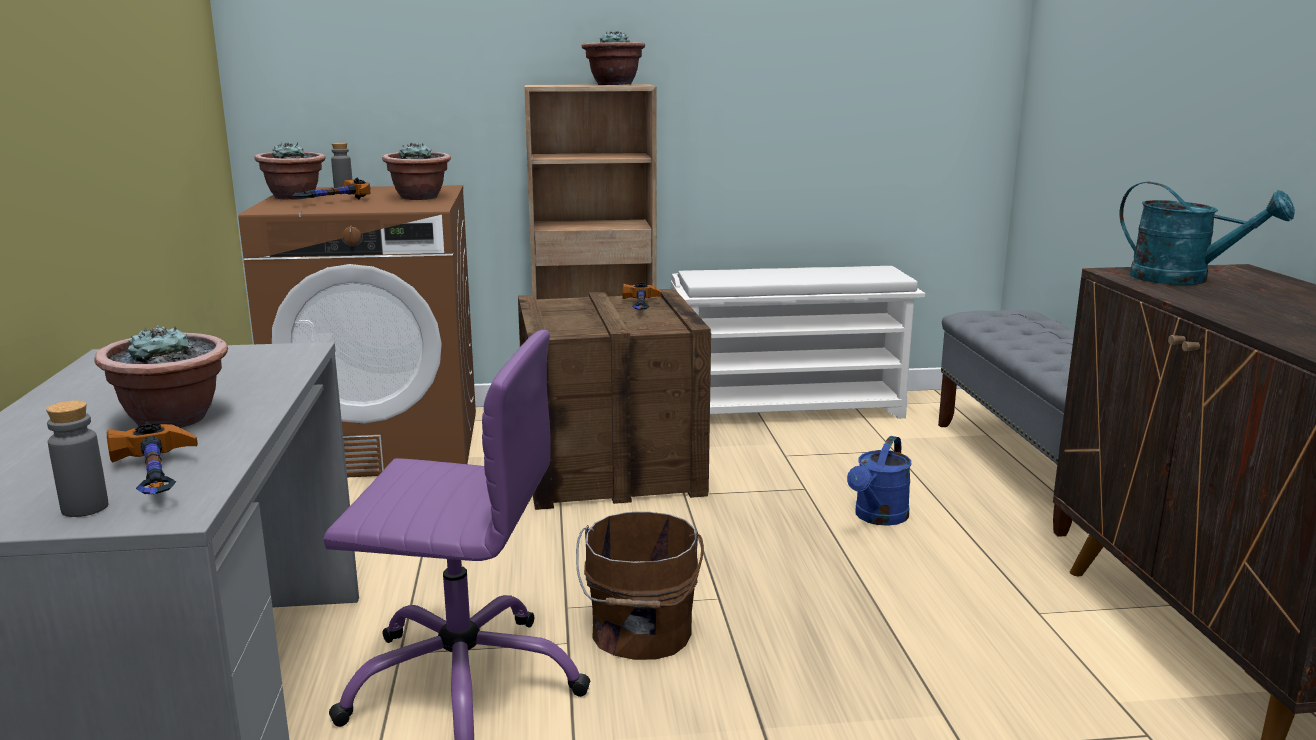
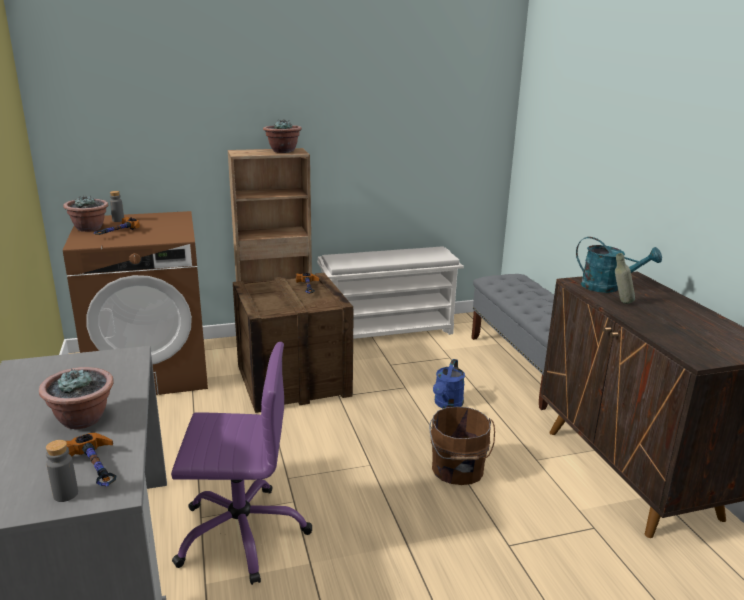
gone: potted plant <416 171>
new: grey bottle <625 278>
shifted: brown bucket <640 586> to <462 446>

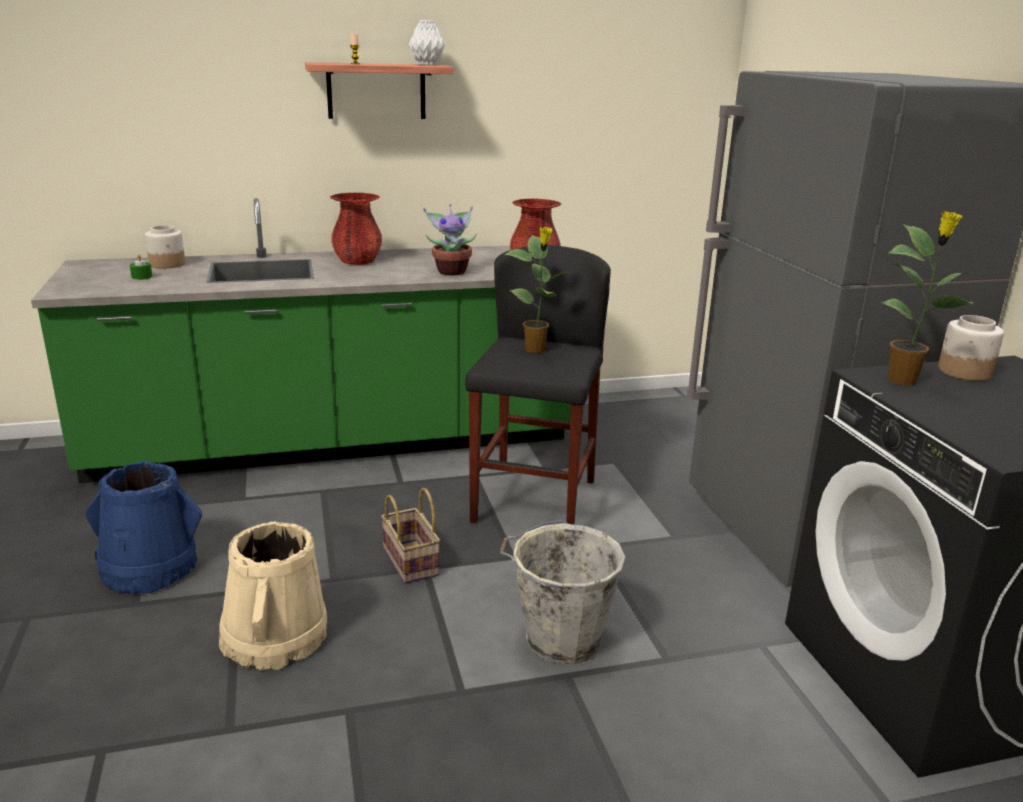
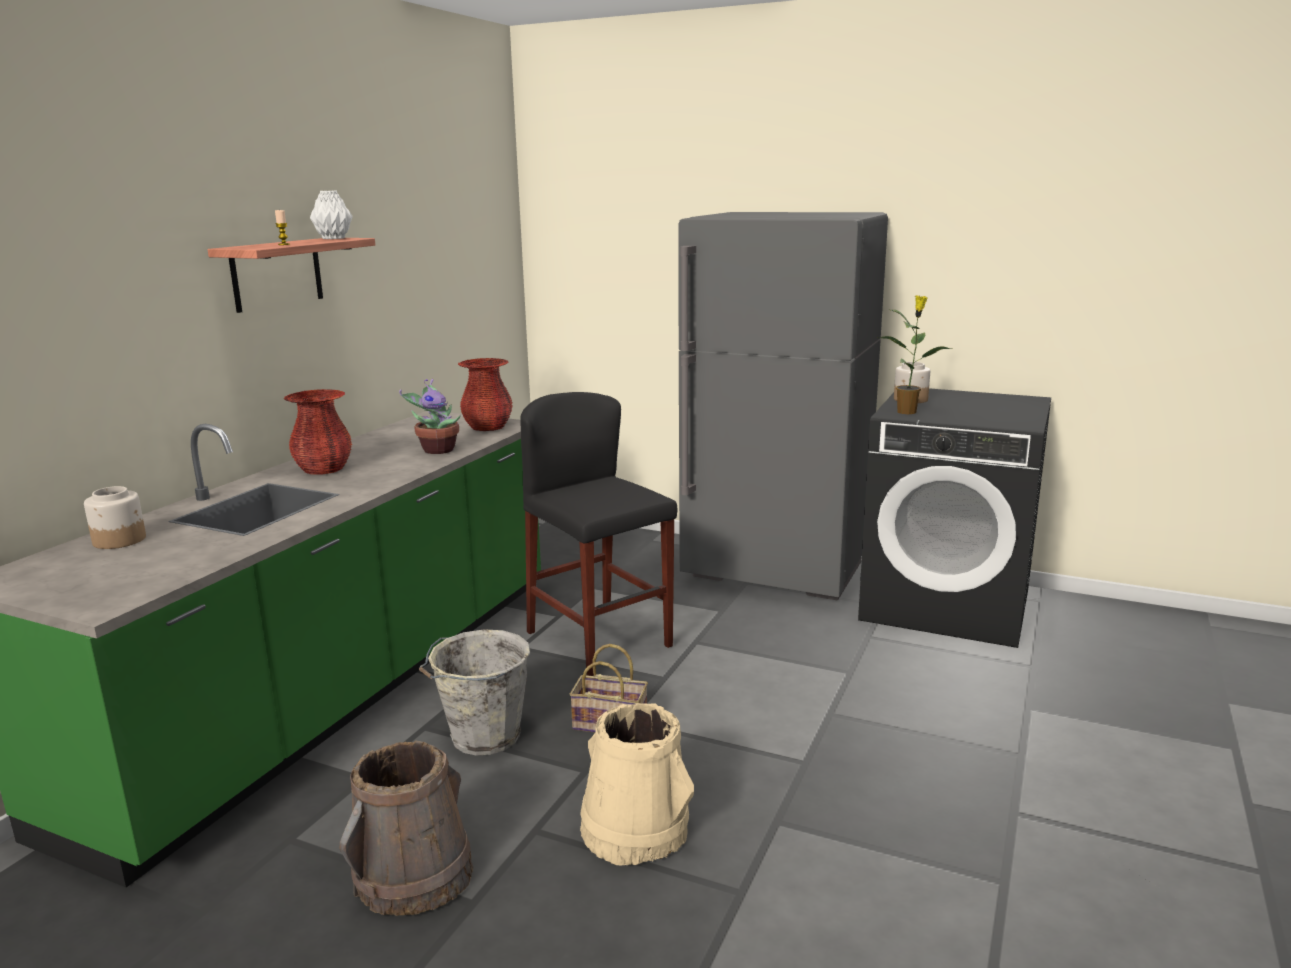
gone: green candle <141 267>; potted plant <536 290>
shifted: grey bucket <562 592> to <474 692>
repainted: blue bucket <144 527> to brown bucket <406 828>

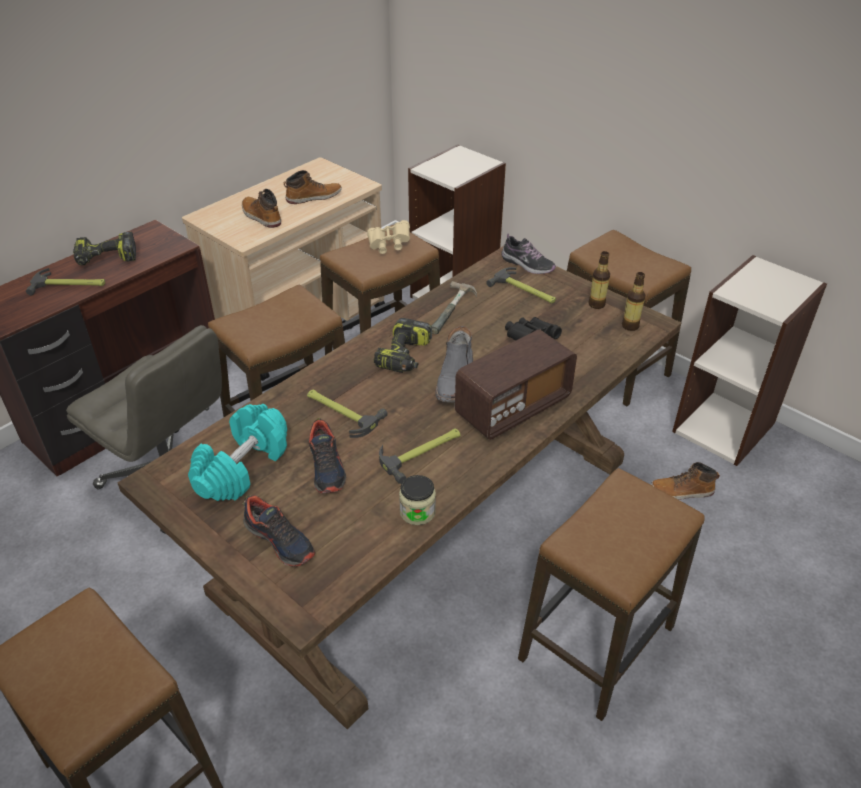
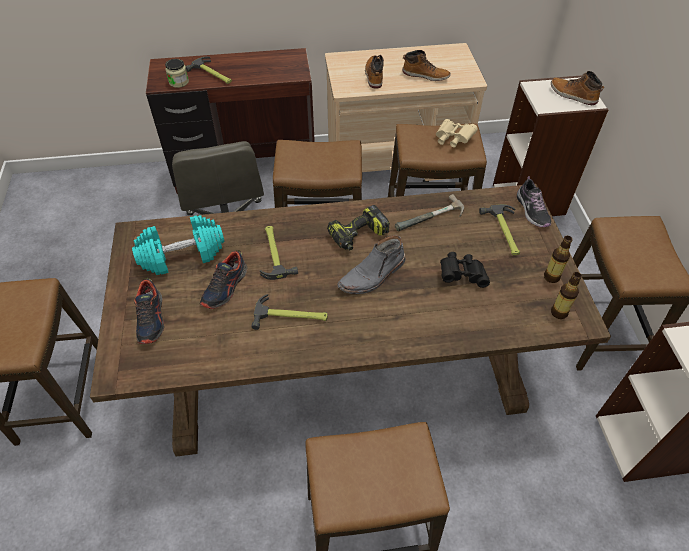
gone: power drill <104 248>; radio <516 384>
shifted: jar <417 500> to <177 73>; boot <685 481> to <577 88>

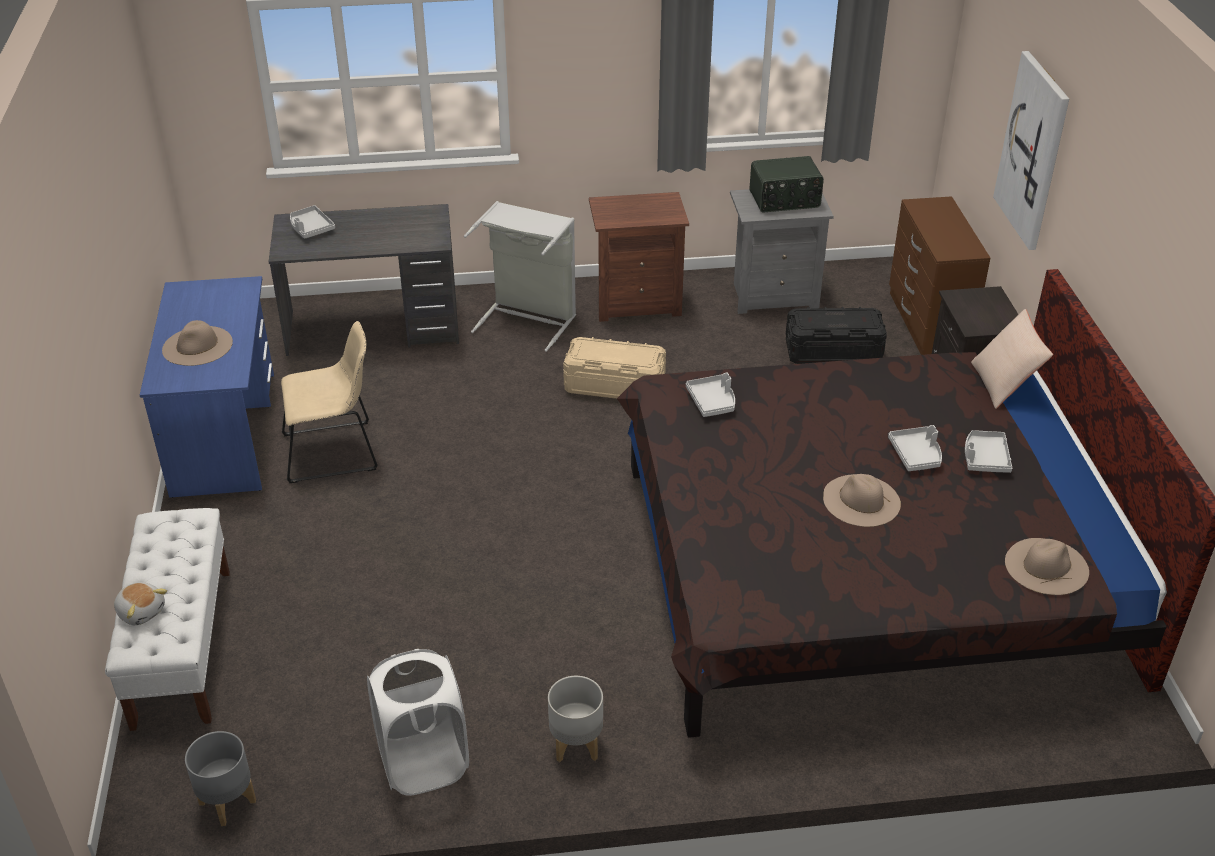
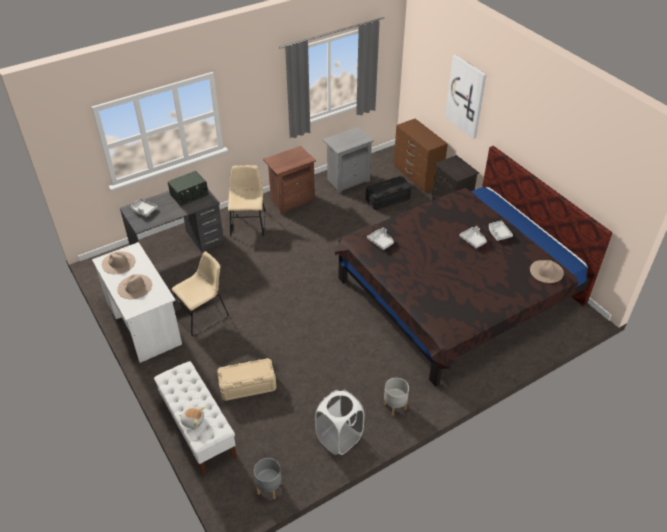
gone: beige pillow <1012 359>
shifted: beige storage box <614 368> to <246 379>; radio <786 184> to <188 188>; beige hat <862 500> to <118 262>
swapped: grey laundry basket <520 276> to beige chair <246 201>
repainted: blue desk <207 387> to white desk <137 302>

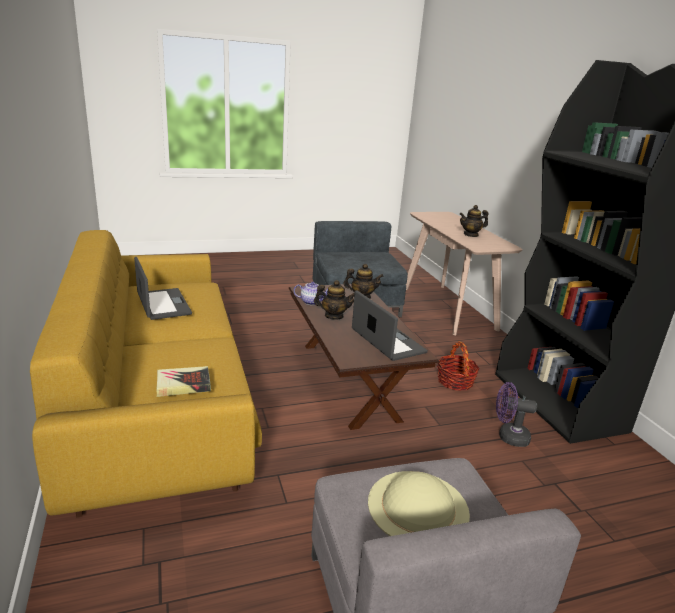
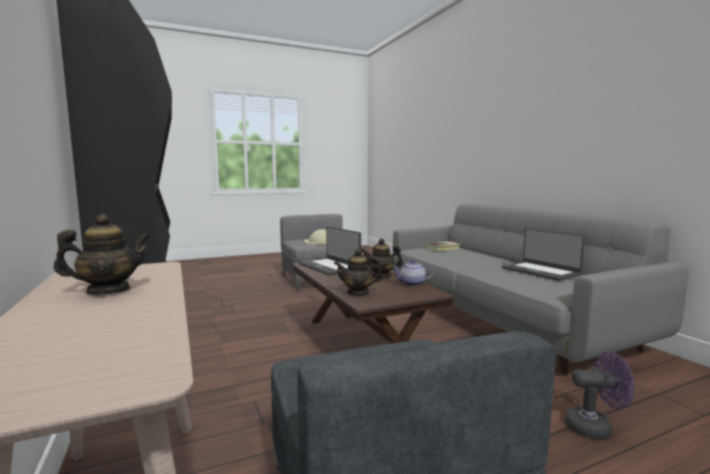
gone: basket <458 366>
shifted: purple fan <516 414> to <600 395>
repainted: yellow sofa <146 374> to grey sofa <540 289>

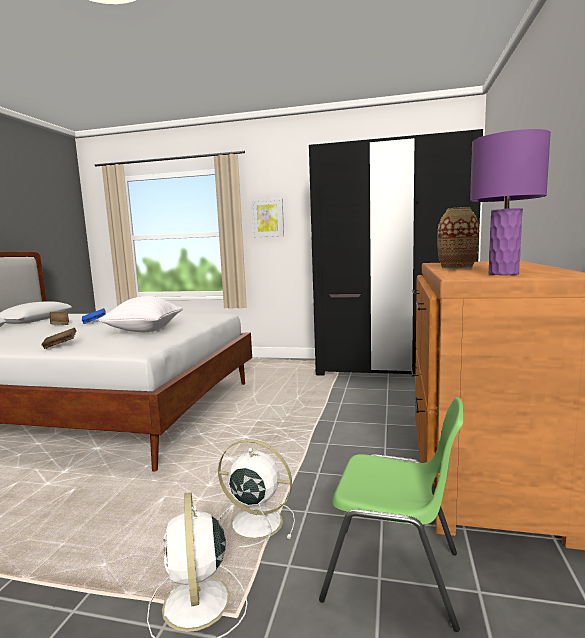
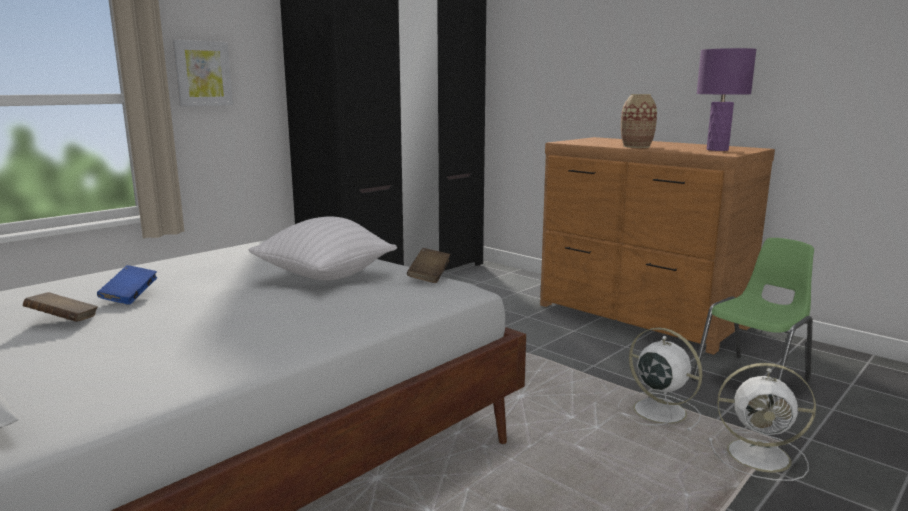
shifted: brown book <58 338> to <429 265>
rotated: white fan <256 493> = <660 379> 90 degrees clockwise

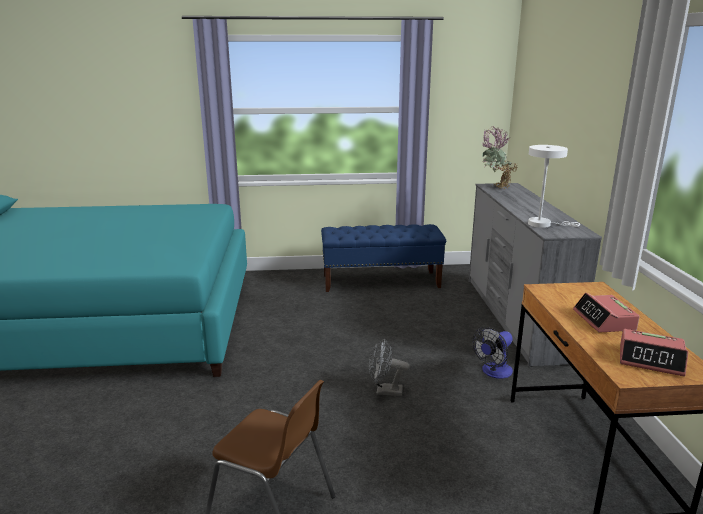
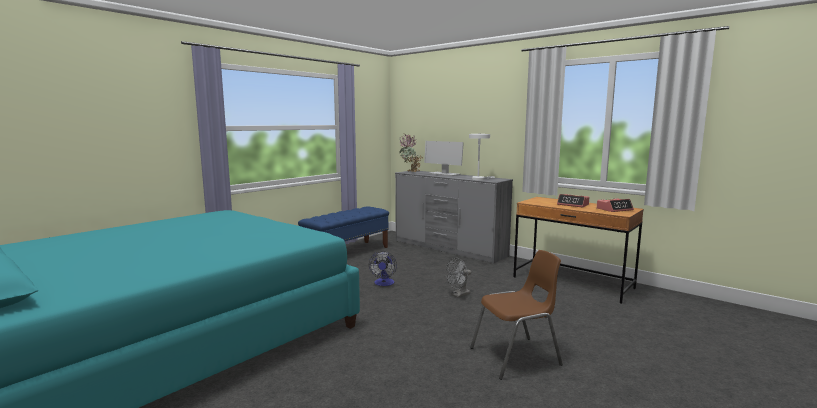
new: monitor <444 158>
shifted: fan <492 353> to <383 268>

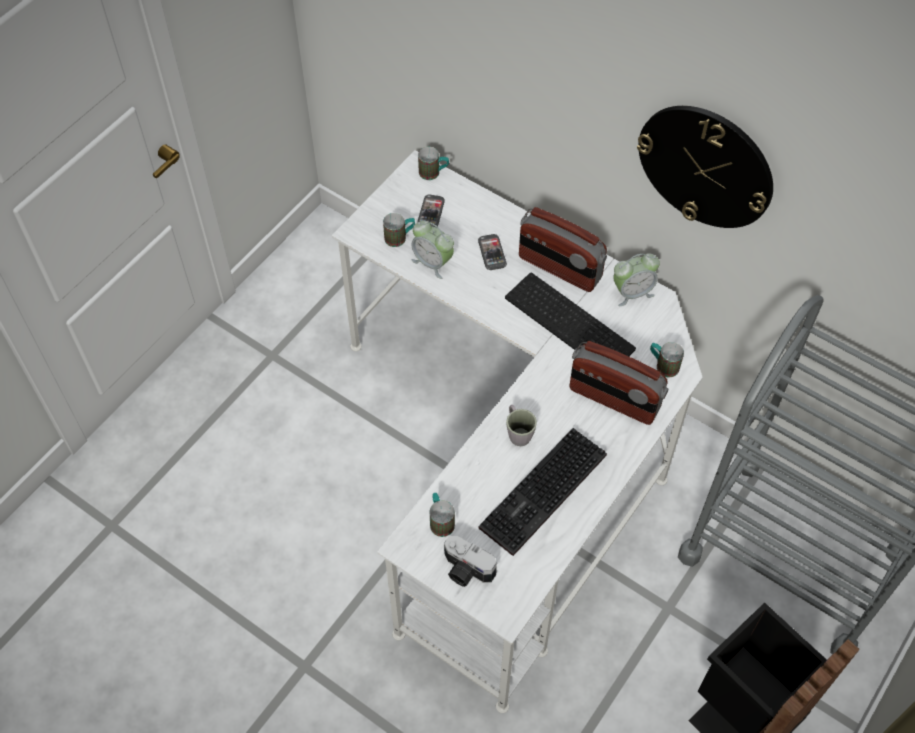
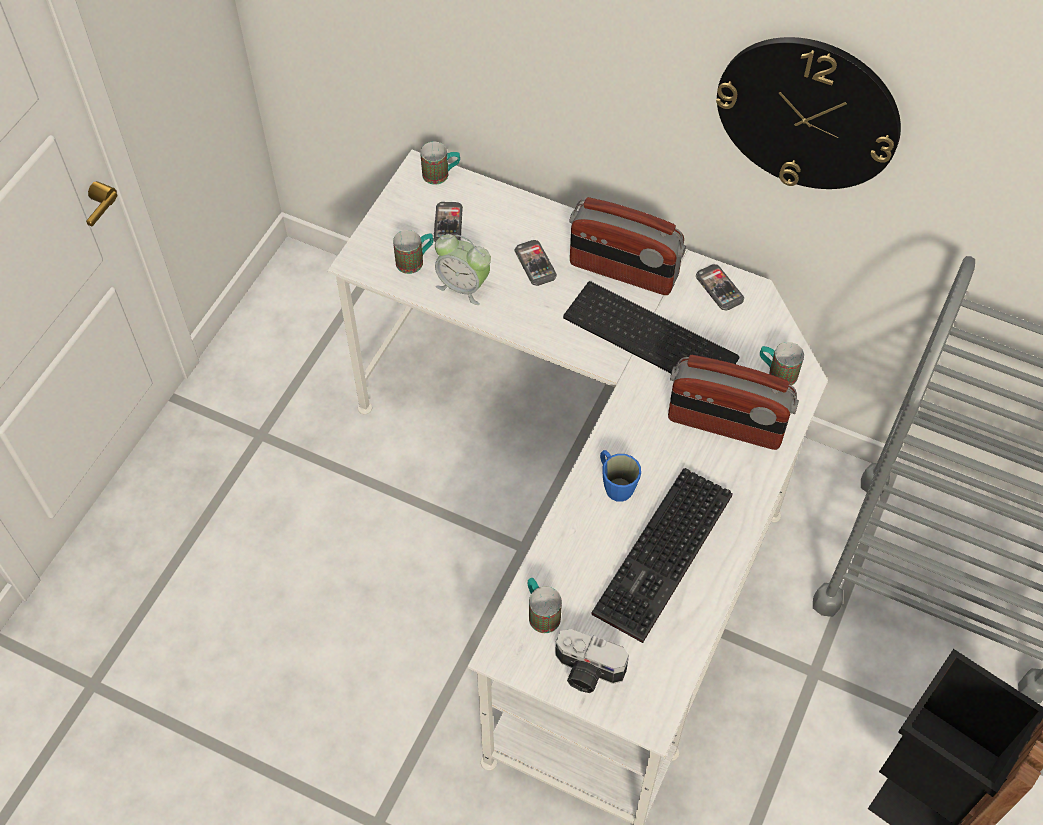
swapped: alarm clock <636 279> to phone <720 287>
repainted: grey mug <521 425> to blue mug <620 476>

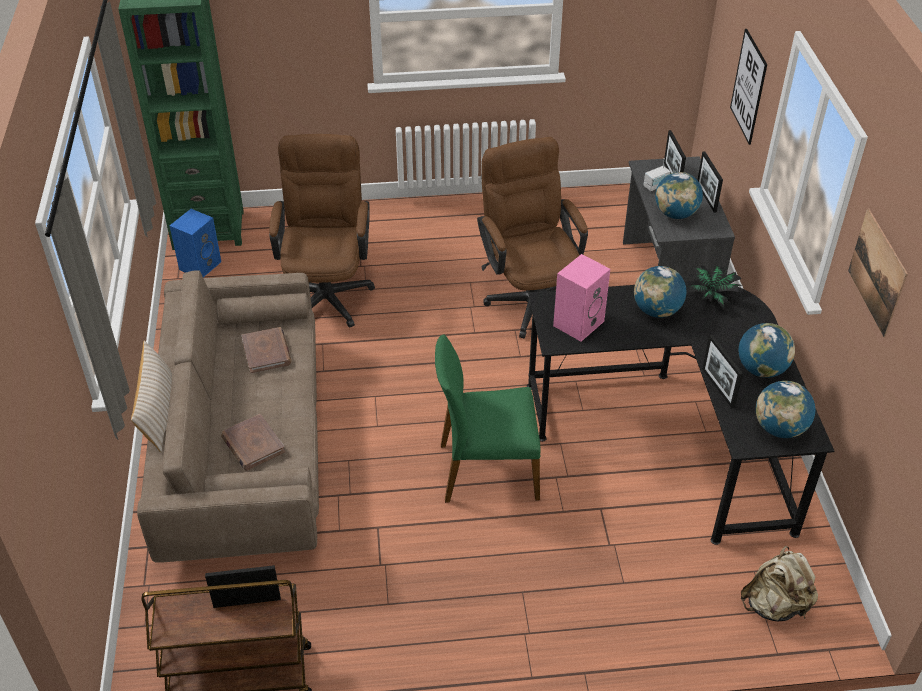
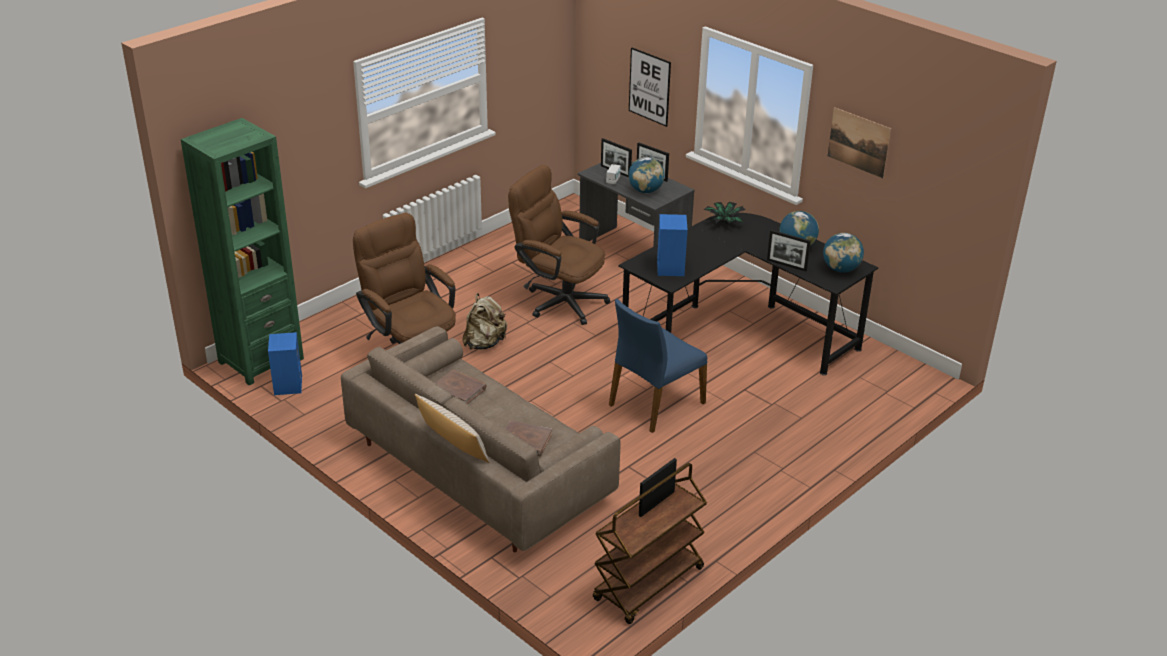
gone: globe <660 292>
shifted: beige backpack <779 583> to <484 321>
repainted: green chair <488 418> to blue chair <658 366>; pink speaker <581 298> to blue speaker <672 245>

